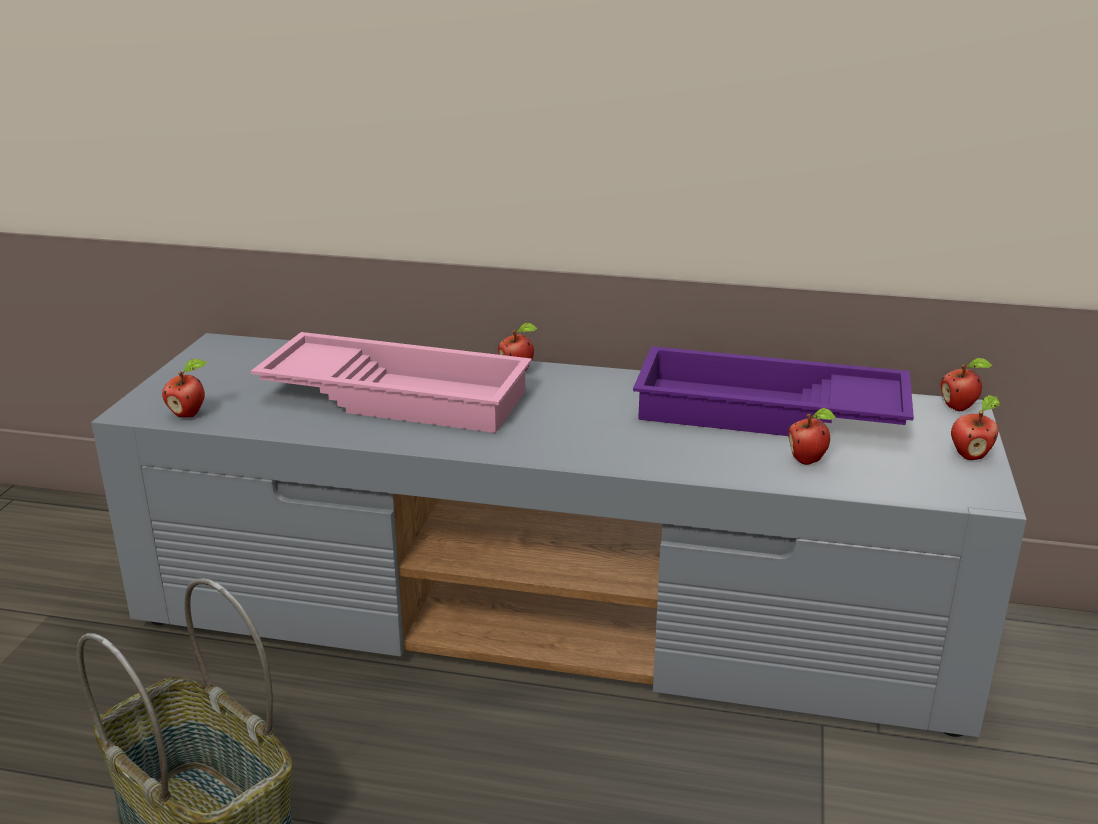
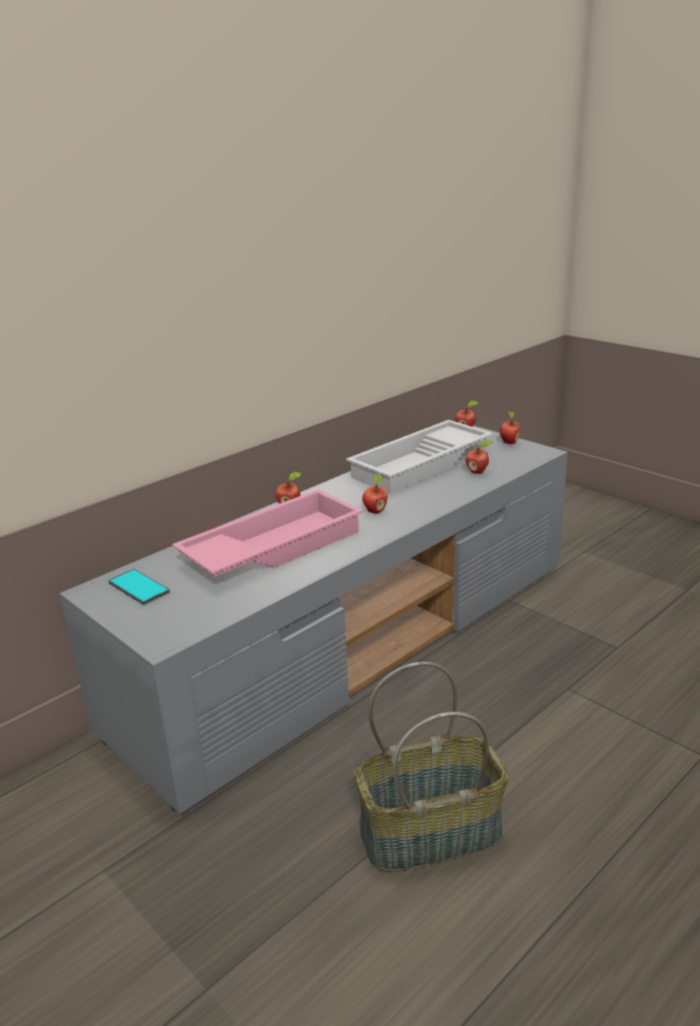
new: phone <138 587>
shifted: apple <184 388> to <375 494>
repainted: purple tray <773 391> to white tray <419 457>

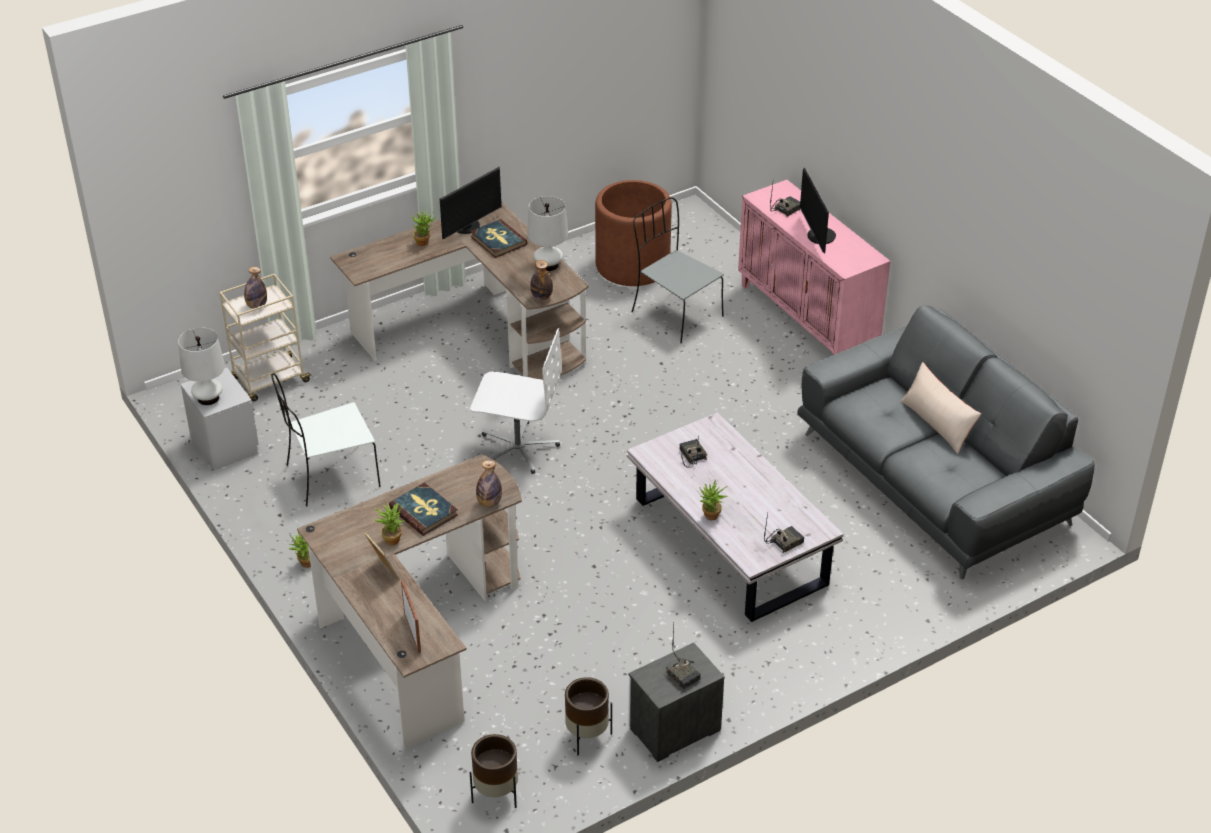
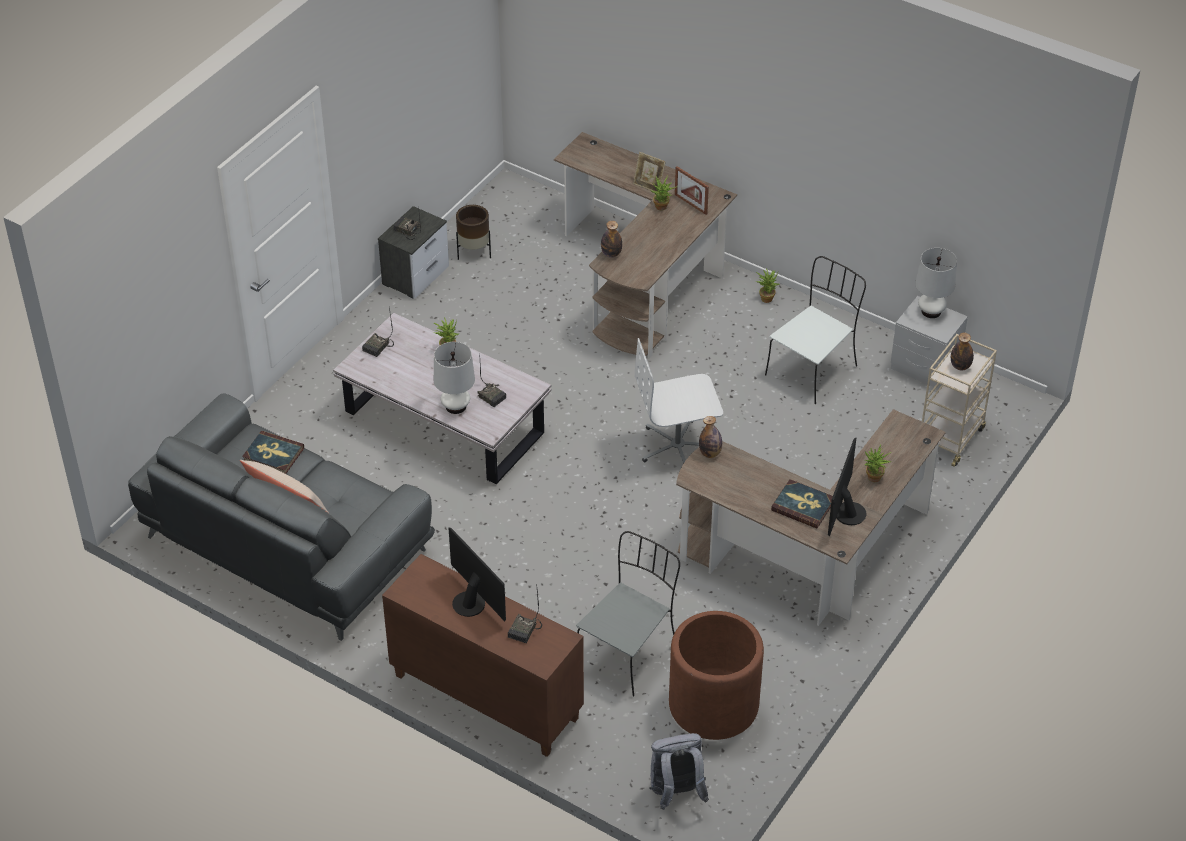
gone: brown planter <494 771>
new: grey backpack <679 771>
shifted: book <423 509> to <273 452>; picture frame <411 616> to <692 190>; white table lamp <547 233> to <454 378>
repainted: pink cabinet <814 267> to brown cabinet <483 655>
rotated: grey chair <678 270> = <628 614> 75 degrees counterclockwise

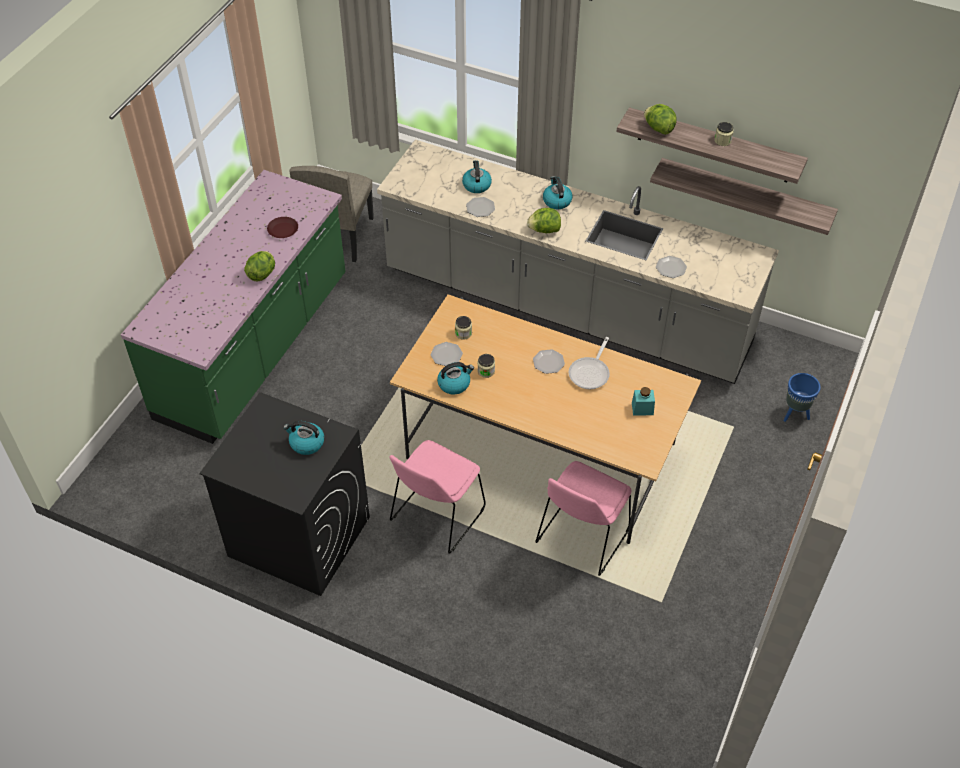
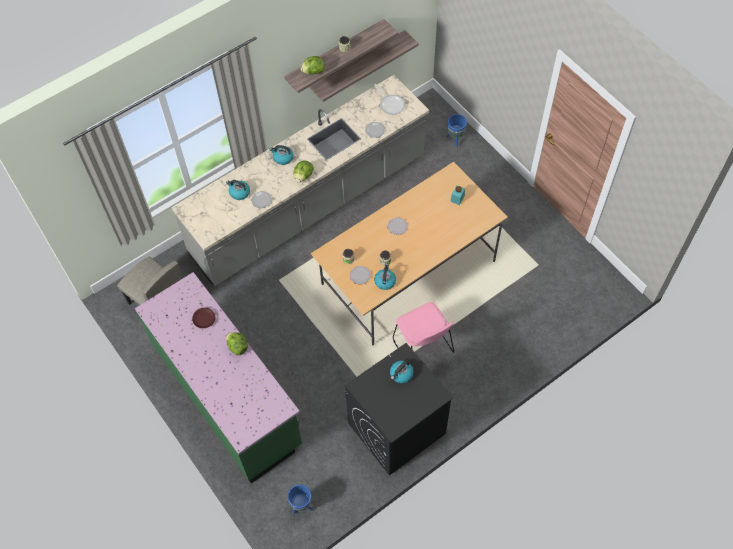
gone: pink chair <583 518>
new: blue planter <300 499>
shifted: frying pan <589 363> to <389 99>

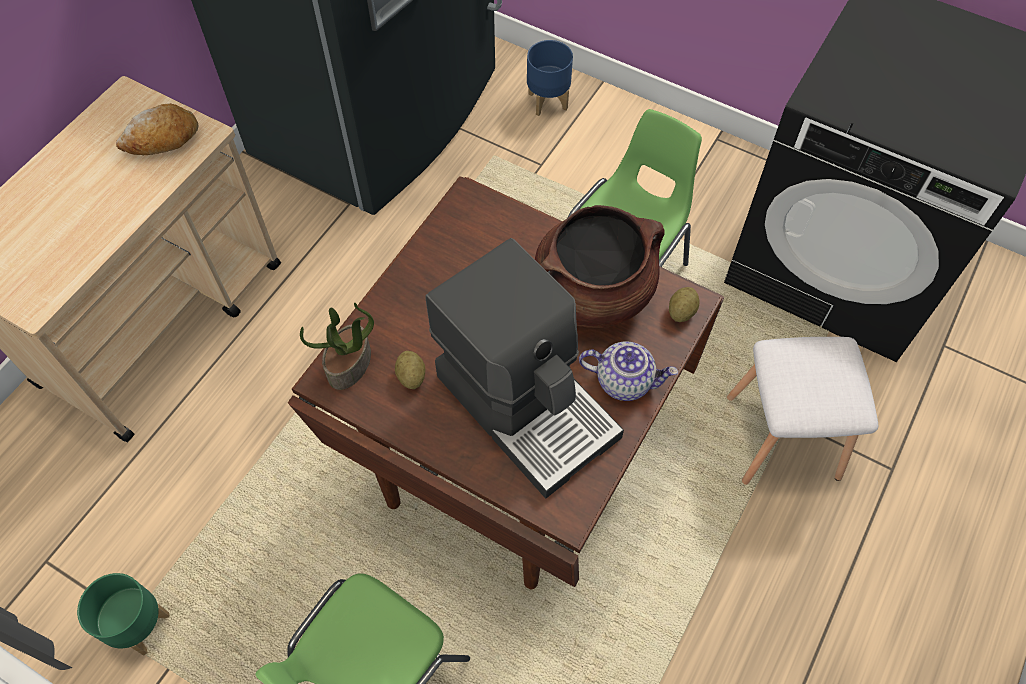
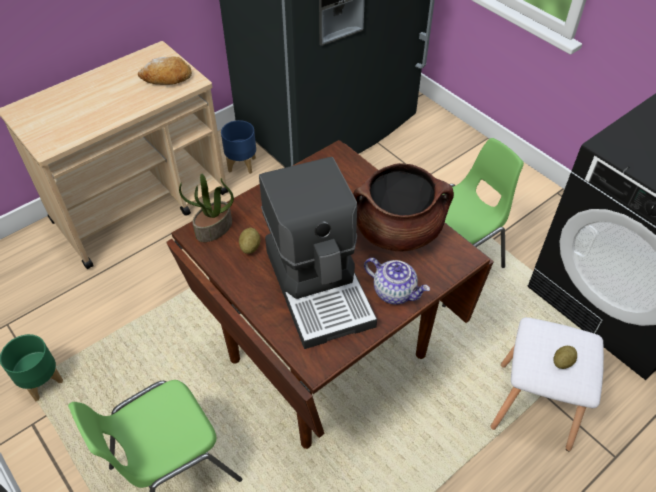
shifted: blue planter <550 78> to <238 147>; potato <684 304> to <565 357>

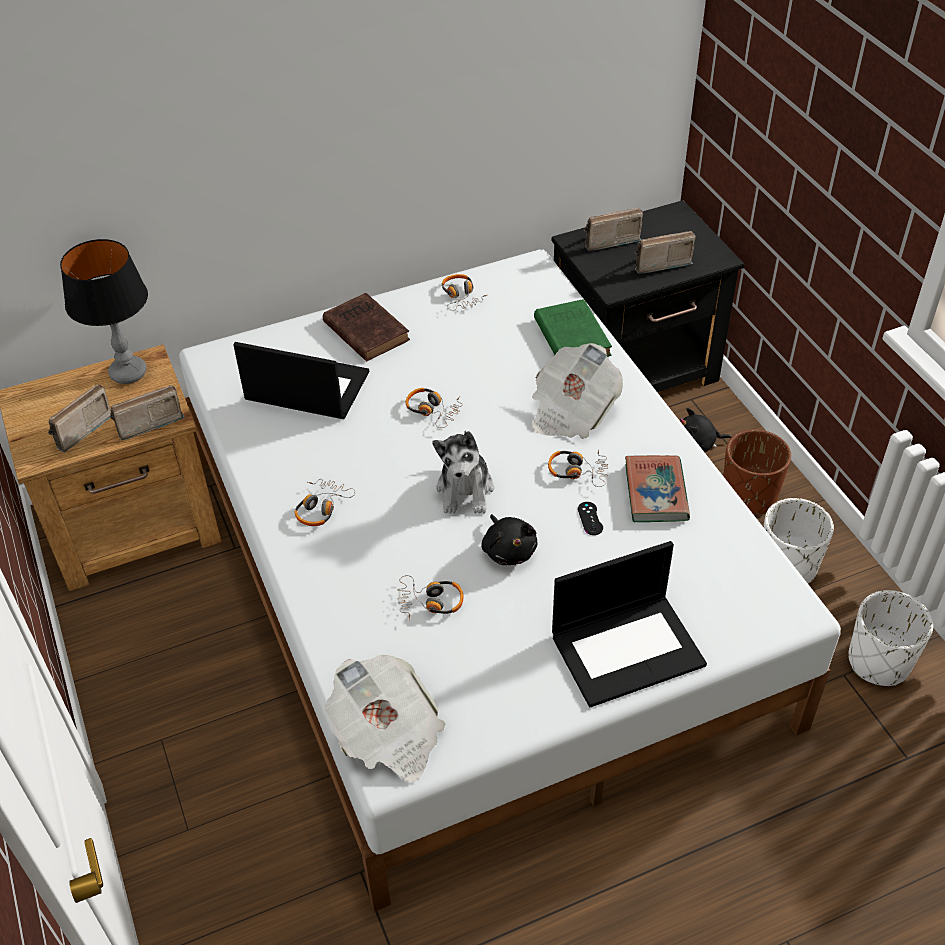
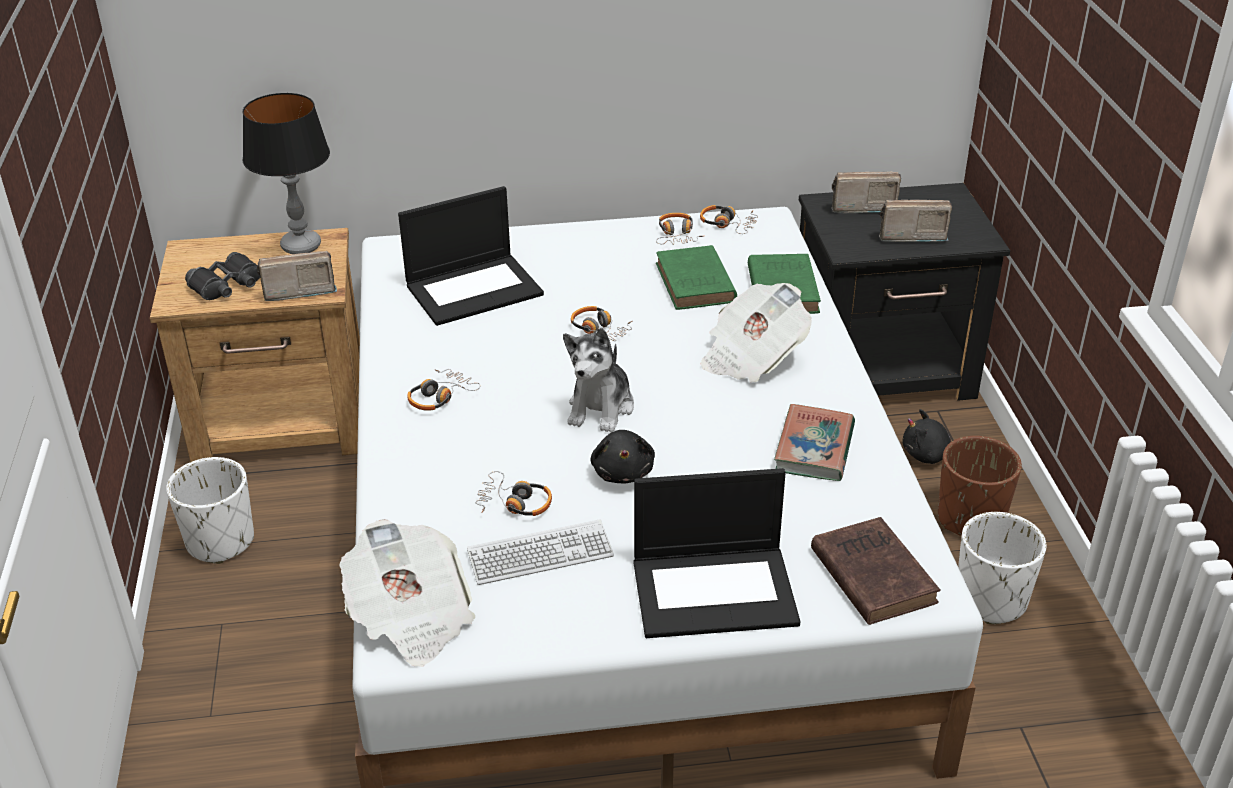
gone: black game controller <590 518>
new: keyboard <540 552>; green book <696 277>
shifted: brown book <366 327> to <876 571>; headphones <578 468> to <729 219>; white planter <890 638> to <210 510>
swapped: radio <79 418> to black binoculars <222 276>
rotated: laptop <301 380> = <471 256> 120 degrees clockwise

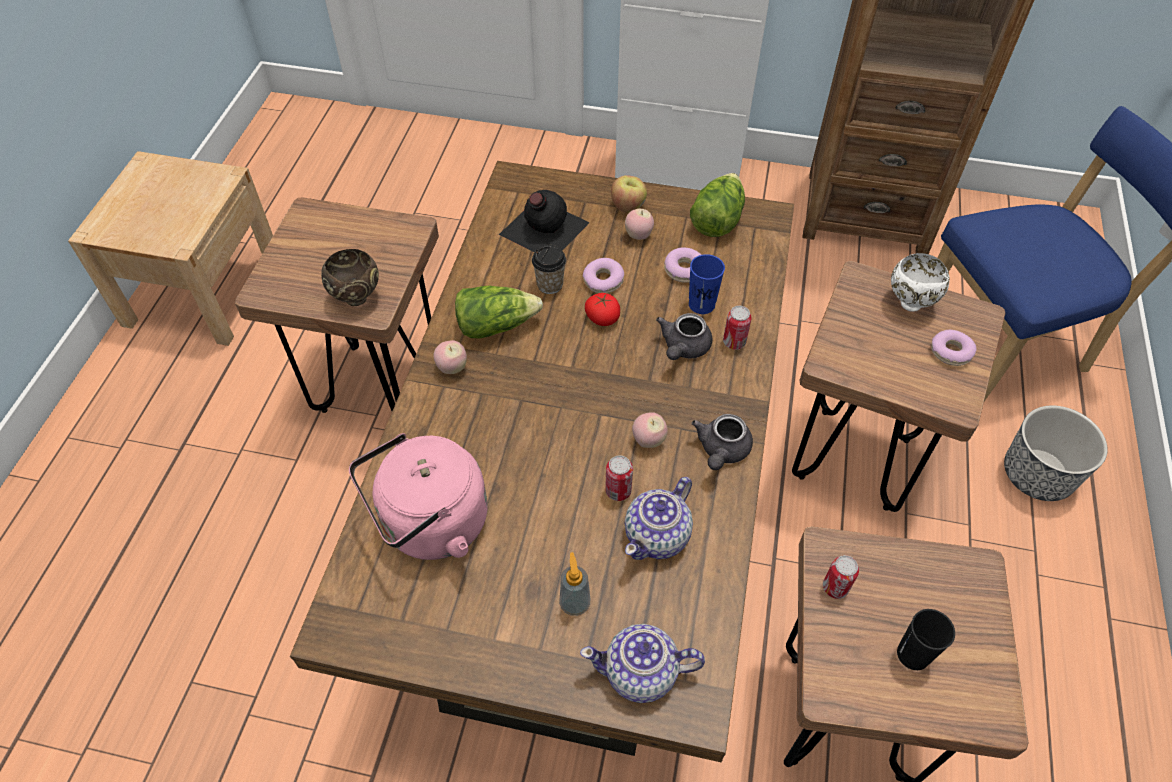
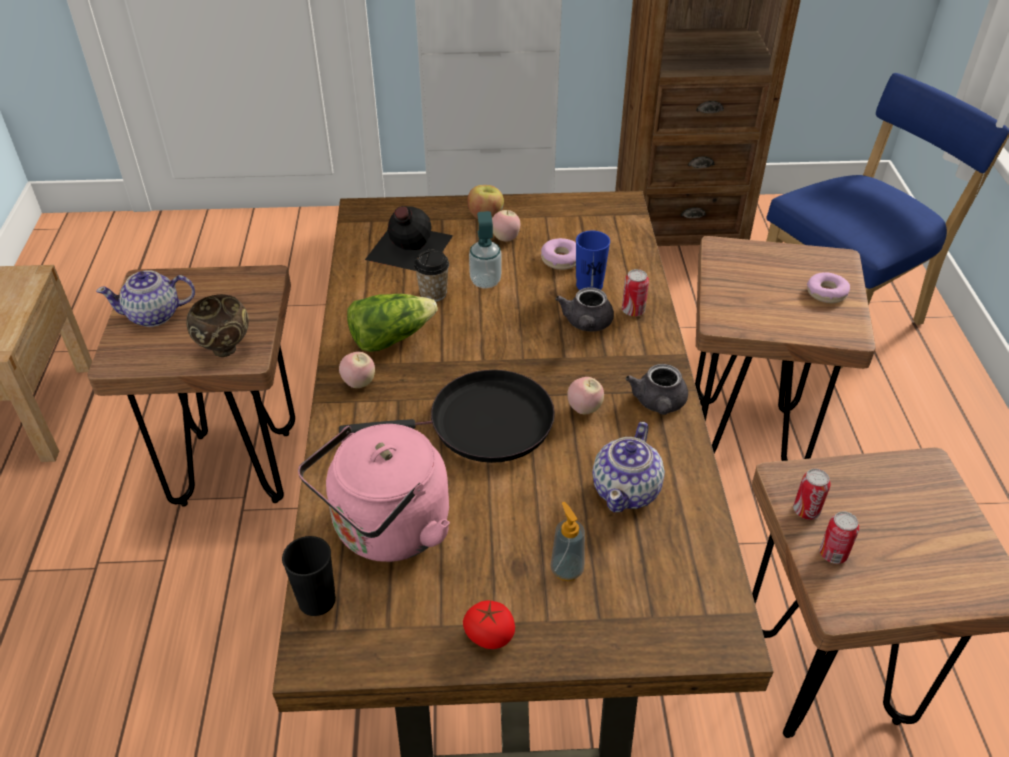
gone: lettuce <717 205>; white bowl <920 282>; planter <1056 453>
new: black frying pan <447 416>
shifted: teapot <642 663> to <145 298>; tomato <602 309> to <489 624>; can <619 478> to <839 537>; black cup <926 639> to <309 576>
swapped: donut <603 275> to soap dispenser <485 250>

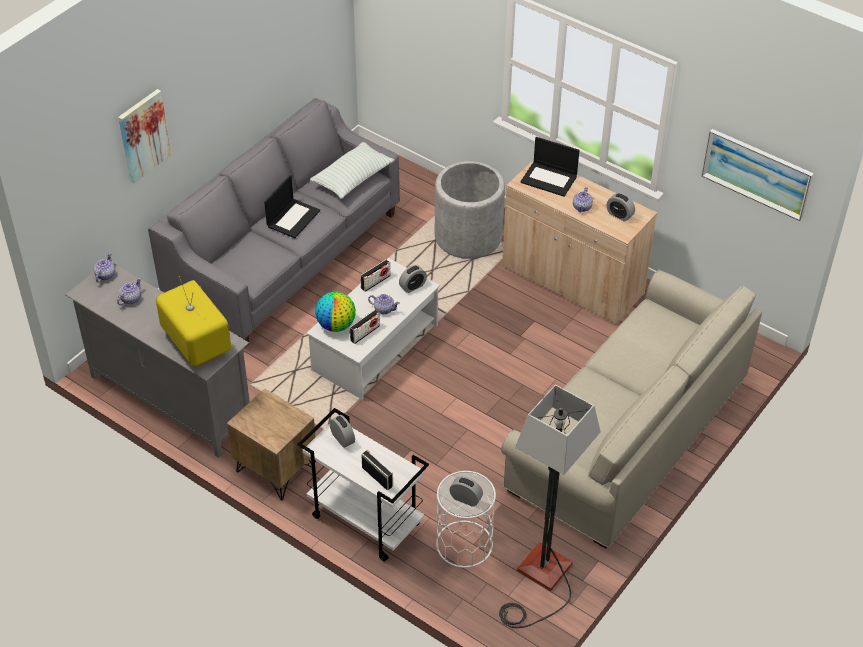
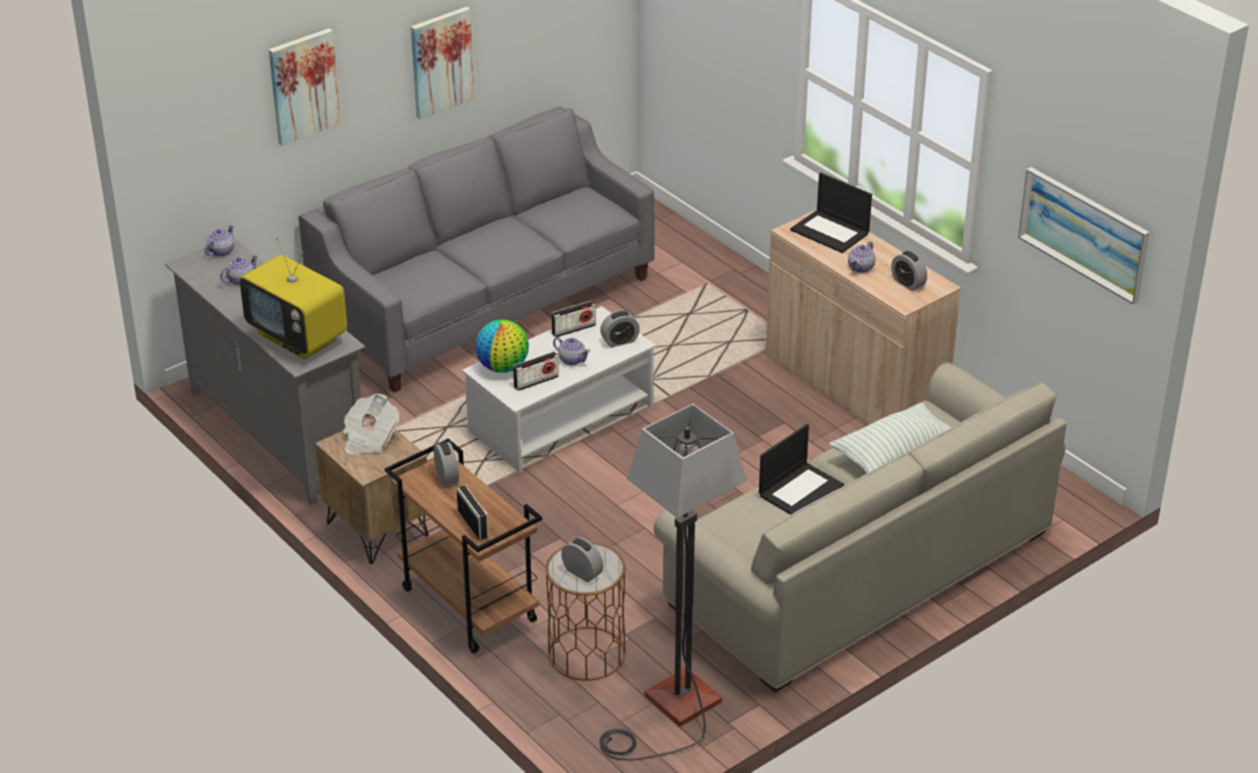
gone: grey planter <470 210>
new: newspaper <371 424>; picture <442 63>
shifted: laptop <292 206> to <801 469>; pillow <352 170> to <890 438>
repainted: white cart <363 484> to brown cart <463 546>; white side table <466 519> to brown side table <586 611>
rotated: television <193 321> = <293 298> 150 degrees clockwise

